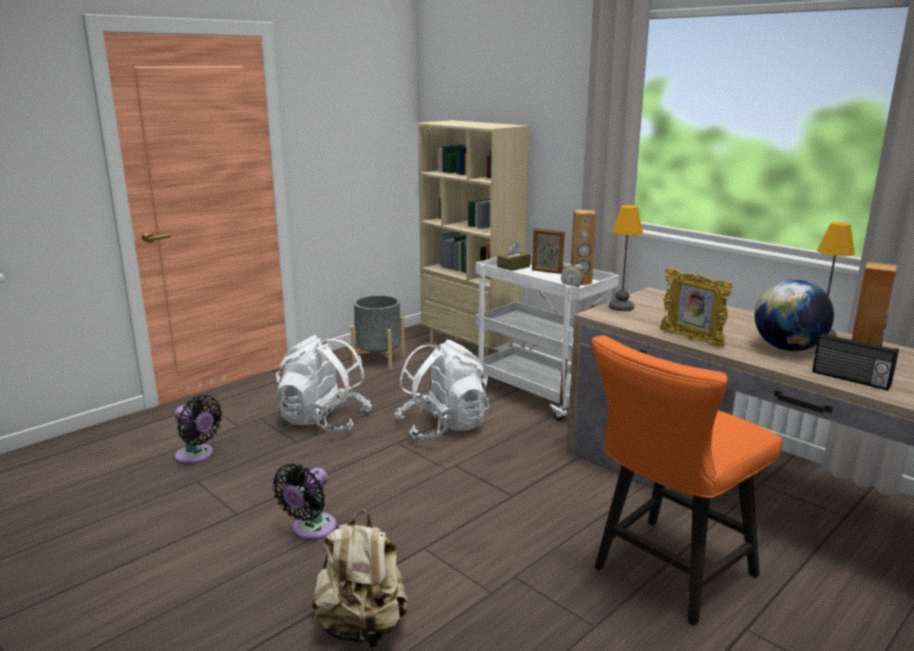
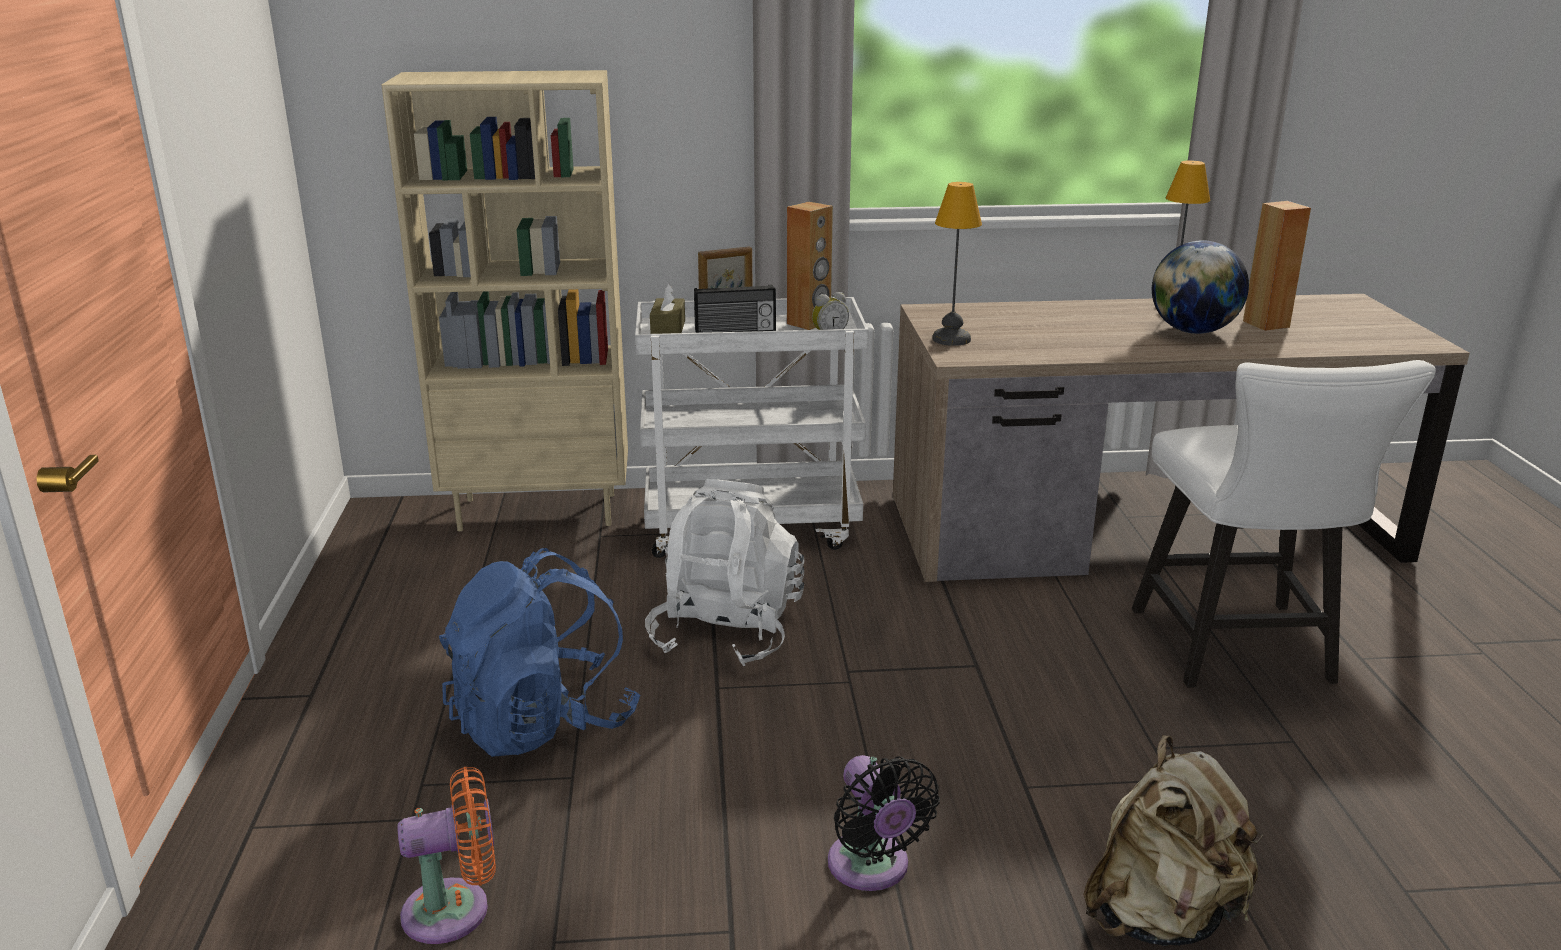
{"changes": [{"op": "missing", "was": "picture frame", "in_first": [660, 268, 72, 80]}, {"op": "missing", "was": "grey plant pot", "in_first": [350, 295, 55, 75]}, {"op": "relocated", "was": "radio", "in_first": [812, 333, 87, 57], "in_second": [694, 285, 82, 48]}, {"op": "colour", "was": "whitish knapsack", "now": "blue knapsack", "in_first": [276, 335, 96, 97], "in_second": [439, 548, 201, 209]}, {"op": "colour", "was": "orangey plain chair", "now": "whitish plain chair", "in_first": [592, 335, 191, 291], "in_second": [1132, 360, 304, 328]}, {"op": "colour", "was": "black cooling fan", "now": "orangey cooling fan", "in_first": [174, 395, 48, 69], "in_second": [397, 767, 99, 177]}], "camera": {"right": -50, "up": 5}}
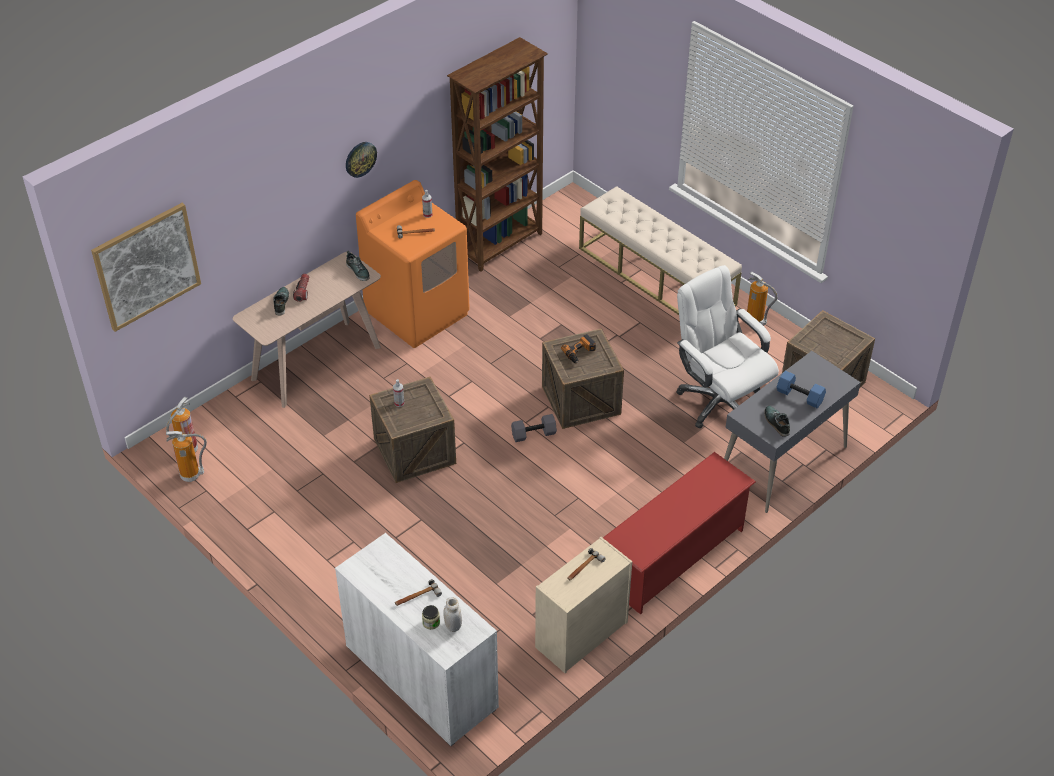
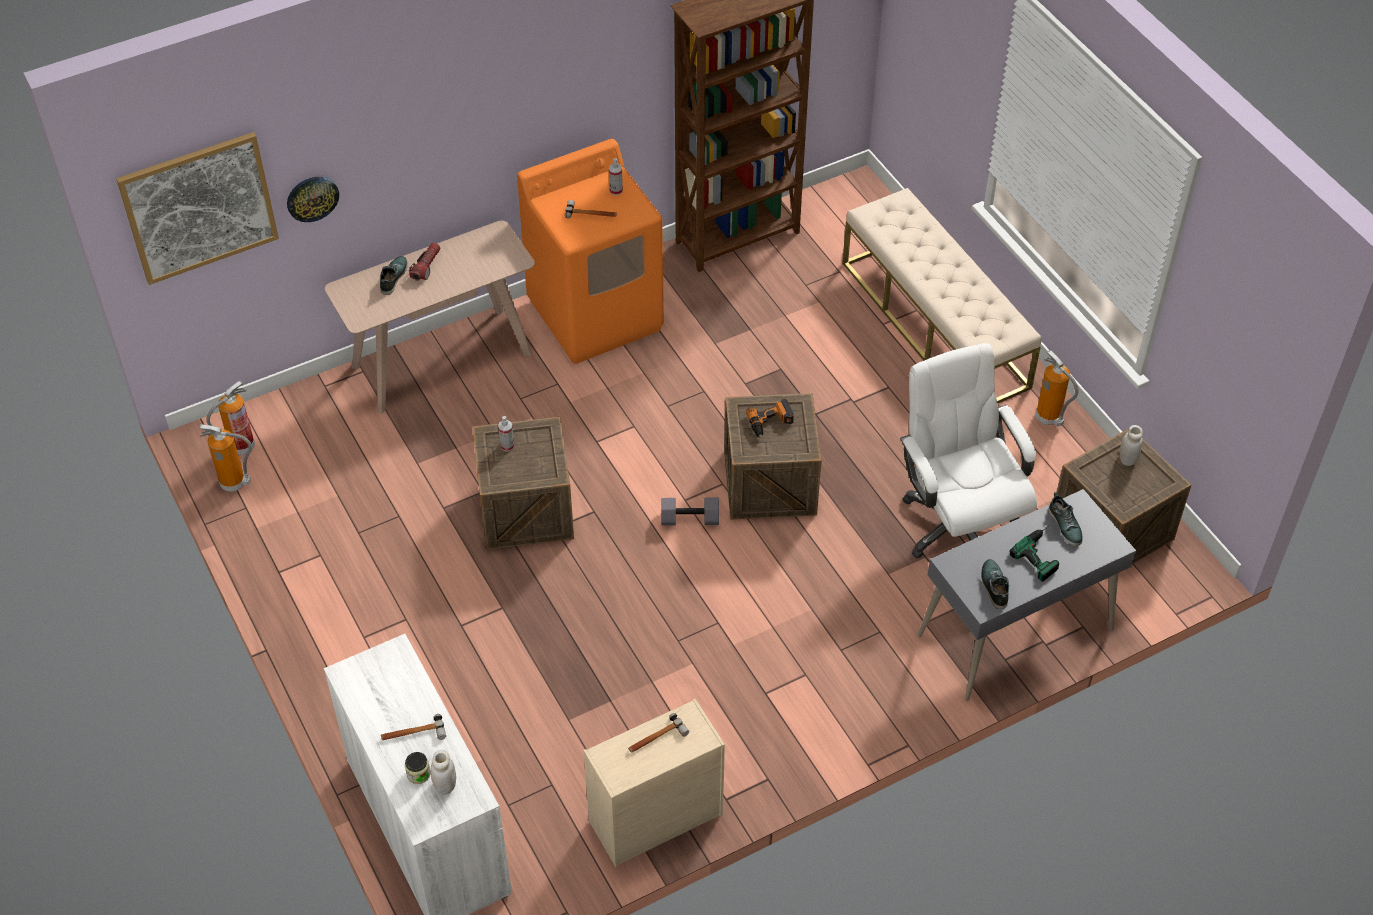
{"changes": [{"op": "relocated", "was": "clock on the wall", "in_first": [346, 142, 31, 36], "in_second": [287, 177, 52, 45]}, {"op": "relocated", "was": "item of footwear", "in_first": [346, 251, 24, 30], "in_second": [1048, 492, 35, 54]}, {"op": "exchanged", "was": "blue hand weight", "now": "drill", "in_first": [777, 371, 49, 37], "in_second": [1010, 526, 49, 56]}, {"op": "missing", "was": "red shoe shelf", "in_first": [603, 452, 153, 163]}, {"op": "appeared", "now": "whitish jar", "in_second": [1120, 425, 23, 41]}], "camera": {"right": 15, "up": 5}}
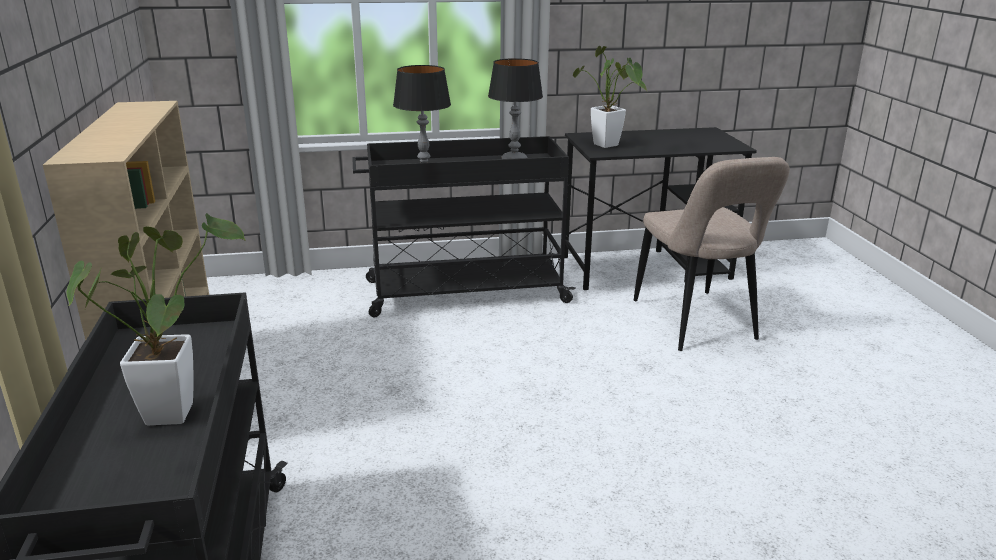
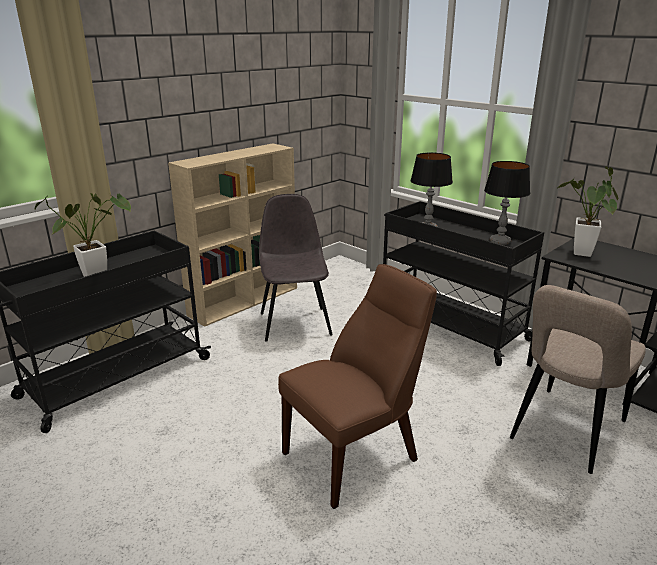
{"changes": [{"op": "appeared", "now": "grey plain chair", "in_second": [259, 194, 74, 148]}, {"op": "appeared", "now": "brown plain chair", "in_second": [278, 264, 159, 245]}], "camera": {"right": 55, "up": 0}}
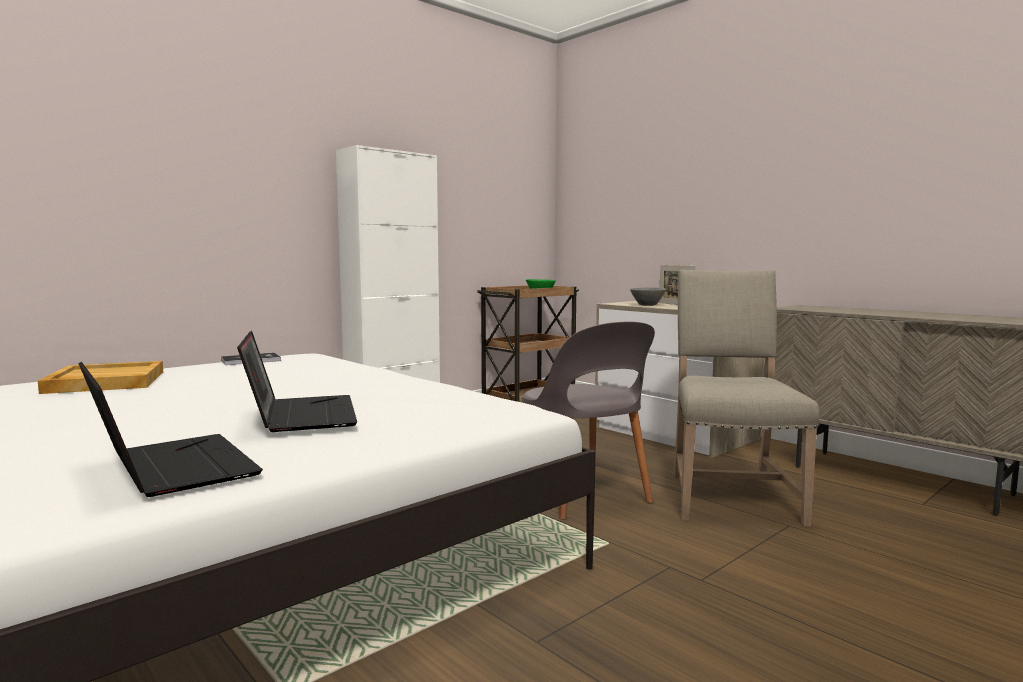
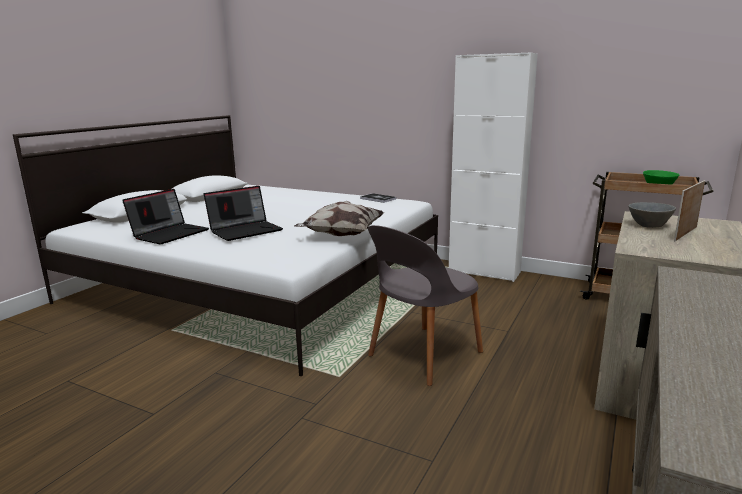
{"changes": [{"op": "missing", "was": "beige-coloured plain chair", "in_first": [674, 270, 146, 257]}, {"op": "missing", "was": "beige-coloured tray", "in_first": [38, 361, 125, 33]}, {"op": "appeared", "now": "pillow", "in_second": [294, 201, 90, 35]}], "camera": {"right": 70, "up": 10}}
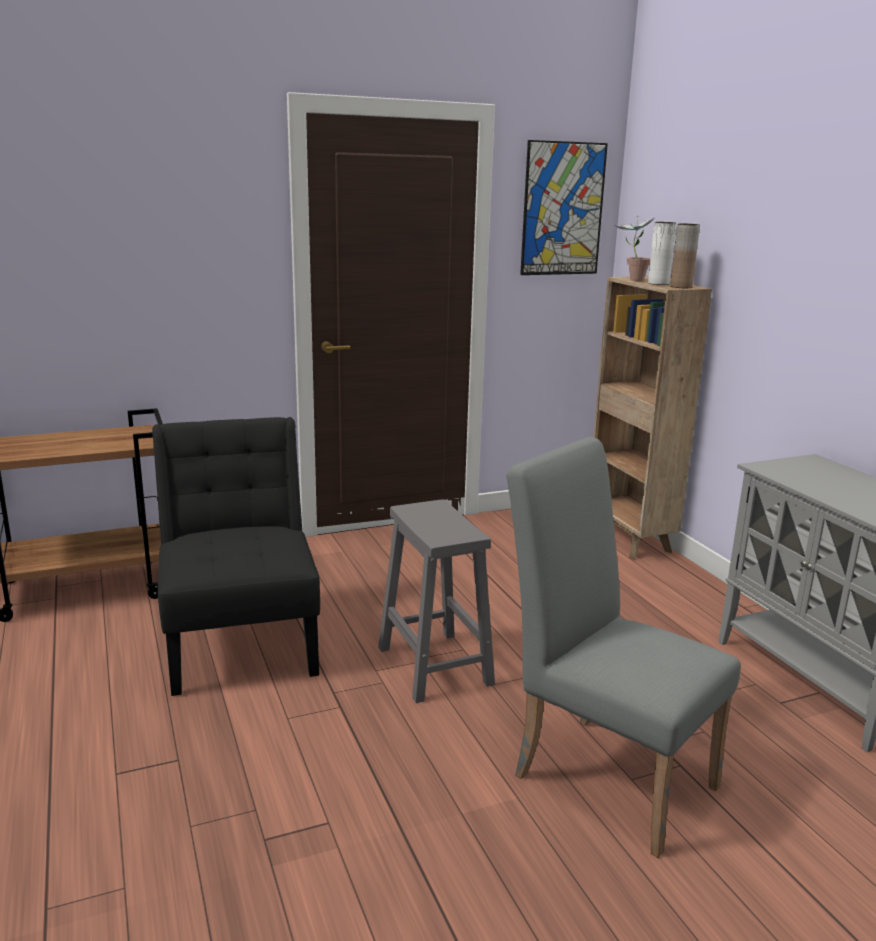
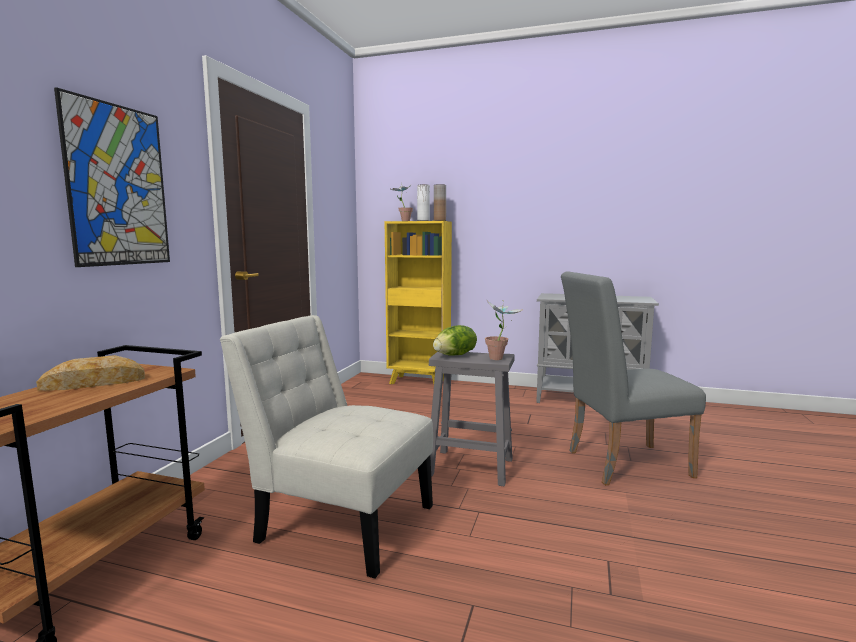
{"changes": [{"op": "relocated", "was": "wall art", "in_first": [520, 140, 88, 135], "in_second": [54, 87, 116, 180]}, {"op": "colour", "was": "brown bookshelf", "now": "yellow bookshelf", "in_first": [593, 276, 119, 284], "in_second": [385, 221, 67, 163]}, {"op": "colour", "was": "black plain chair", "now": "whitish plain chair", "in_first": [152, 417, 168, 279], "in_second": [220, 315, 213, 264]}, {"op": "appeared", "now": "plant in a pot", "in_second": [485, 300, 38, 60]}, {"op": "appeared", "now": "head of lettuce", "in_second": [433, 325, 44, 31]}, {"op": "appeared", "now": "baked bread", "in_second": [36, 355, 109, 36]}], "camera": {"right": -50, "up": -10}}
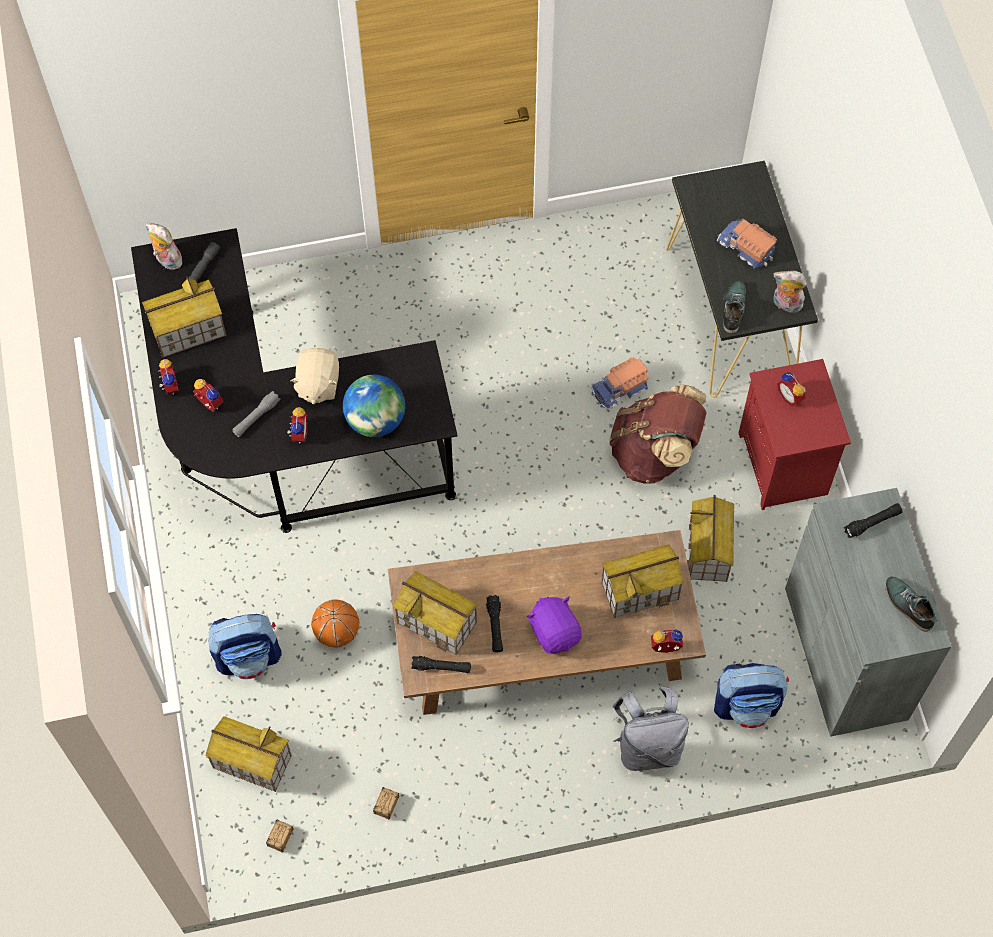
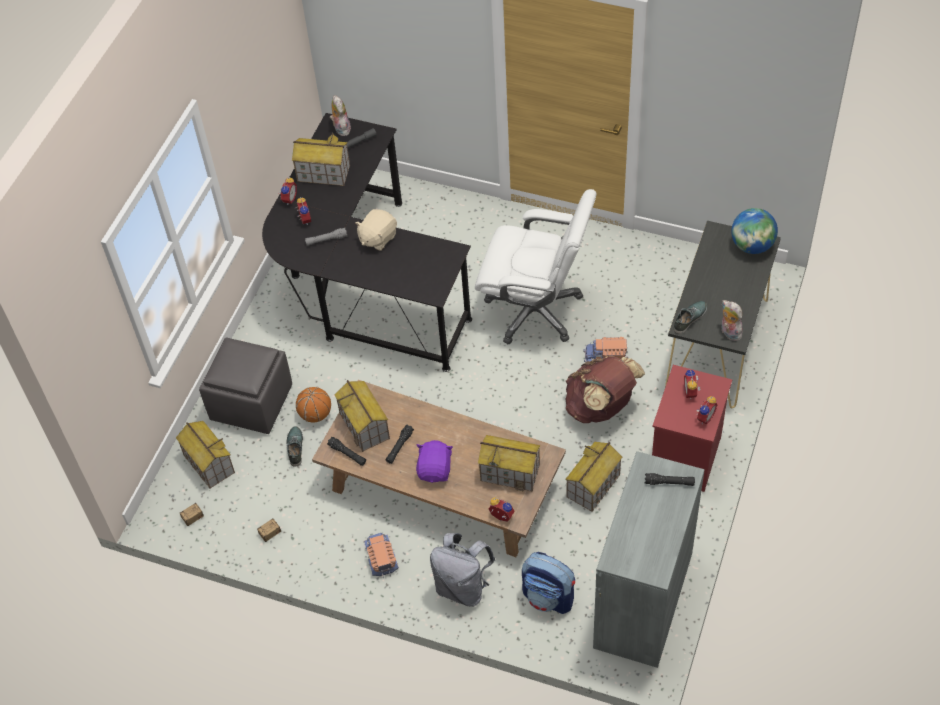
{"changes": [{"op": "relocated", "was": "toy truck", "in_first": [717, 219, 60, 50], "in_second": [363, 533, 36, 45]}, {"op": "relocated", "was": "world globe", "in_first": [343, 375, 62, 62], "in_second": [731, 208, 47, 46]}, {"op": "relocated", "was": "table clock", "in_first": [287, 407, 21, 37], "in_second": [696, 396, 21, 29]}, {"op": "relocated", "was": "item of footwear", "in_first": [885, 576, 53, 56], "in_second": [287, 426, 16, 40]}, {"op": "exchanged", "was": "knapsack", "now": "grey footrest", "in_first": [208, 614, 74, 65], "in_second": [199, 337, 93, 97]}, {"op": "appeared", "now": "whitish desk chair", "in_second": [475, 189, 122, 155]}], "camera": {"right": 35, "up": -10}}
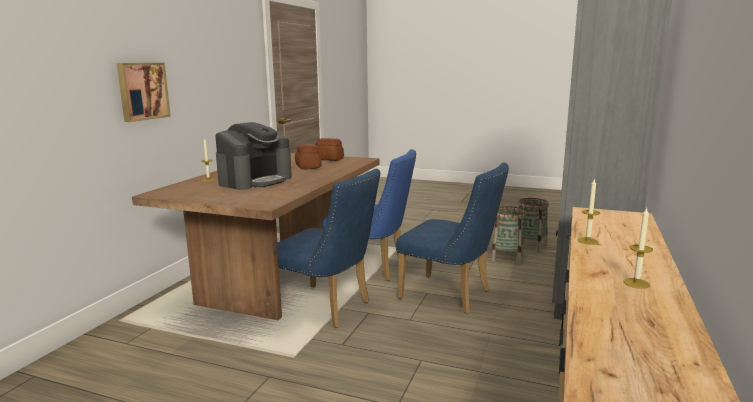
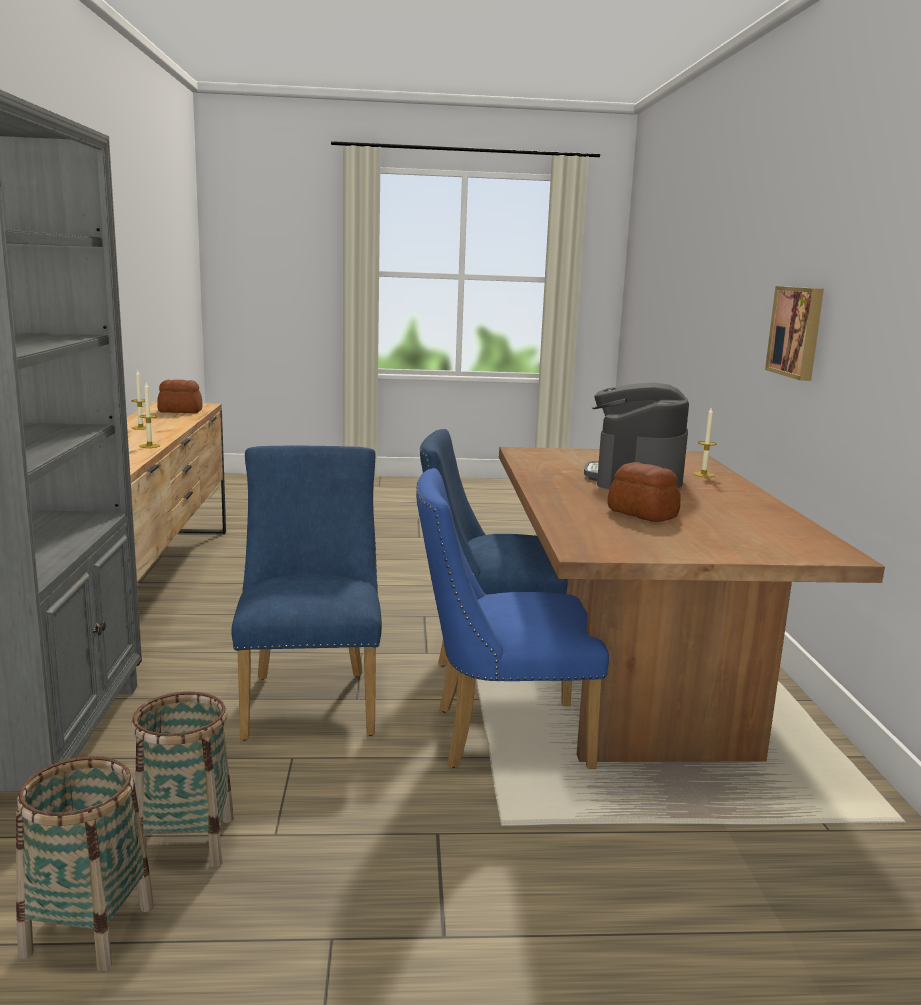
{"changes": [{"op": "relocated", "was": "baked bread", "in_first": [315, 138, 29, 23], "in_second": [157, 380, 45, 33]}, {"op": "spun", "was": "blue plain chair", "in_first": [396, 163, 113, 151], "in_second": [231, 446, 151, 295], "clockwise": 75}], "camera": {"right": 155, "up": 0}}
